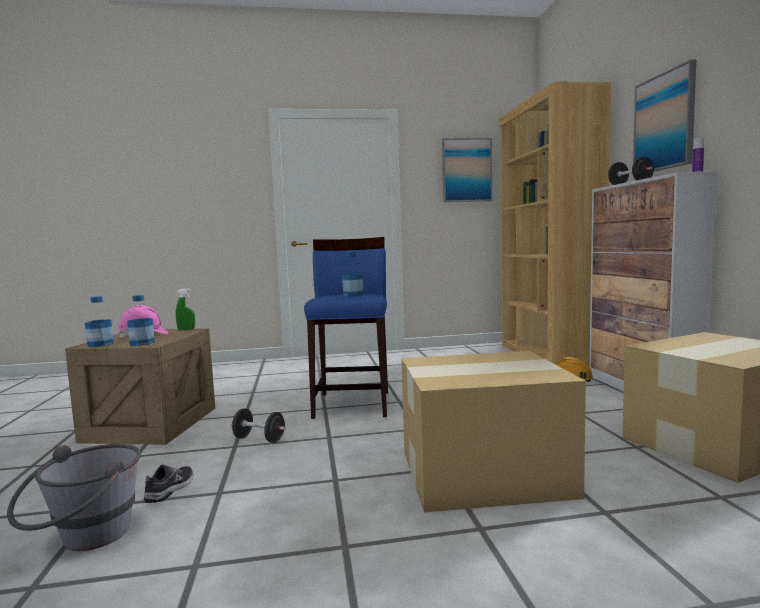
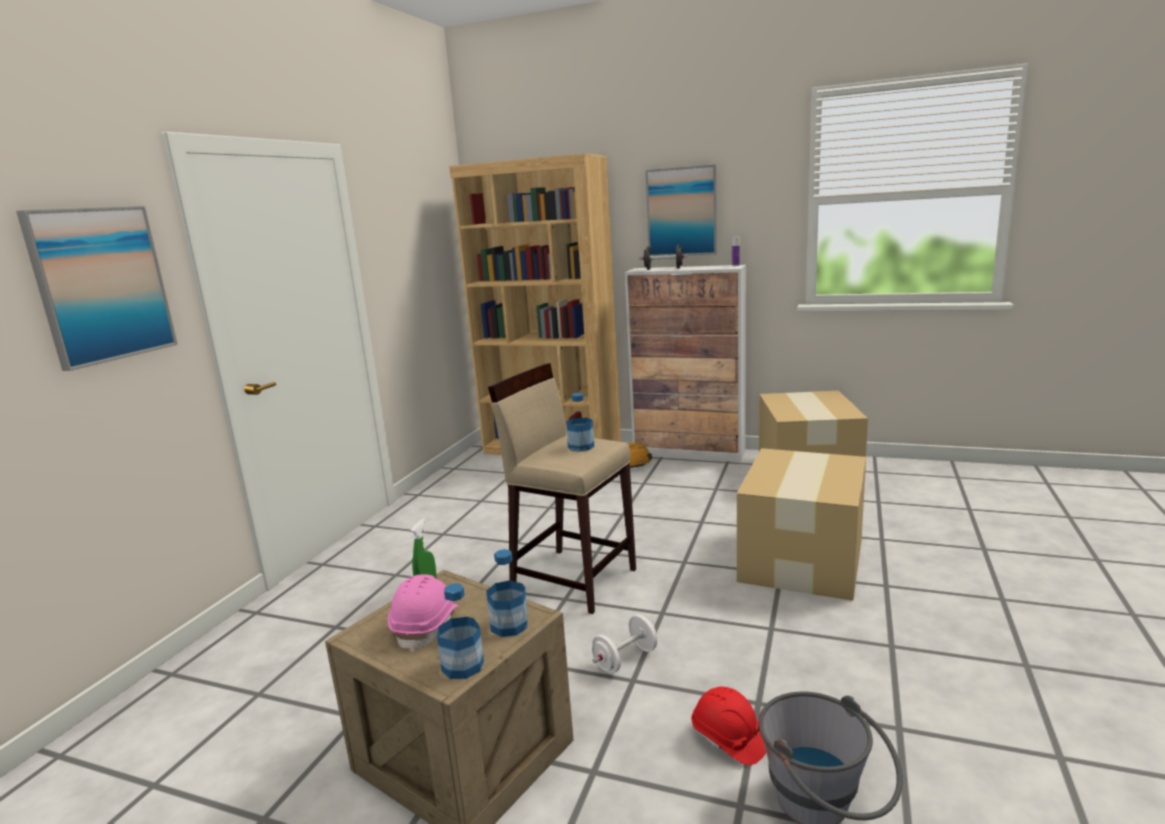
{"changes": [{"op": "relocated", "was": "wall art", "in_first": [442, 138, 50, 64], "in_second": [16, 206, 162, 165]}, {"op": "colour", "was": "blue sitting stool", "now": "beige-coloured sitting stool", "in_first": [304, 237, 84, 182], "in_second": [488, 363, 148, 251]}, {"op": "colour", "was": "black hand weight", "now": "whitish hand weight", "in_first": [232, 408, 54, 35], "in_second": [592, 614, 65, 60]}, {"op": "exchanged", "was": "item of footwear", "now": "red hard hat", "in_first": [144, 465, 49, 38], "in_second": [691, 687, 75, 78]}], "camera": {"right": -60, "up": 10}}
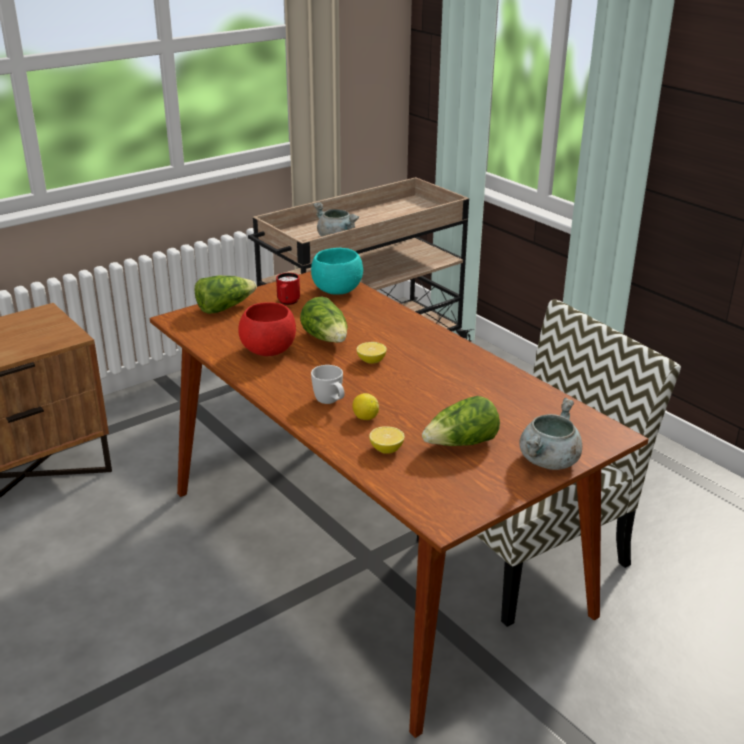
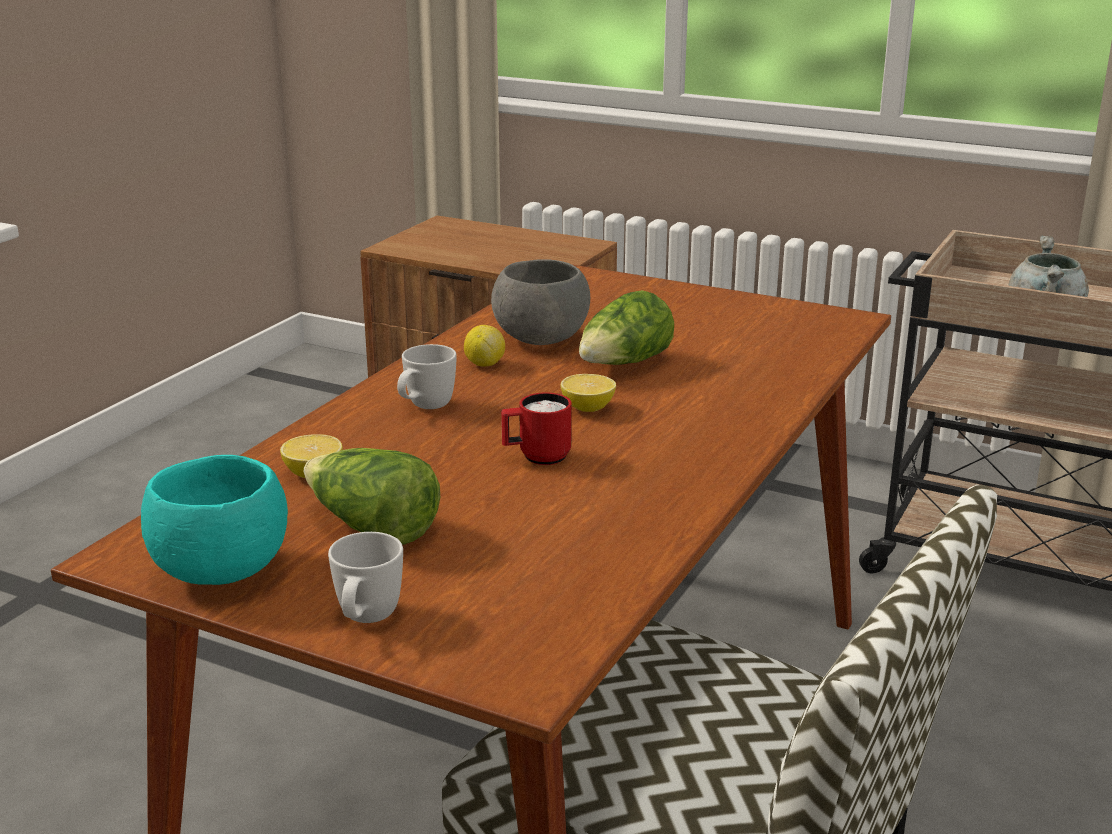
{"changes": [{"op": "relocated", "was": "blue-green bowl", "in_first": [311, 248, 52, 47], "in_second": [141, 455, 147, 130]}, {"op": "relocated", "was": "red tea mug", "in_first": [276, 273, 24, 32], "in_second": [501, 392, 71, 73]}, {"op": "missing", "was": "head of lettuce", "in_first": [194, 276, 63, 38]}, {"op": "colour", "was": "red bowl", "now": "grey bowl", "in_first": [238, 302, 58, 54], "in_second": [491, 259, 99, 86]}, {"op": "relocated", "was": "whole lemon", "in_first": [352, 393, 27, 27], "in_second": [464, 325, 41, 41]}, {"op": "exchanged", "was": "grey cooking pot", "now": "whitish tea mug", "in_first": [519, 398, 63, 72], "in_second": [328, 532, 75, 91]}], "camera": {"right": 65, "up": -5}}
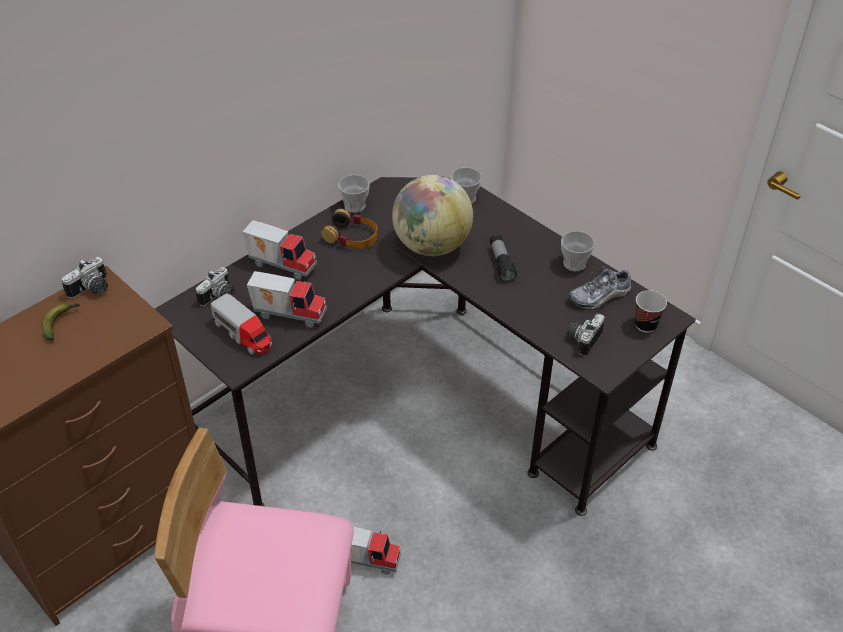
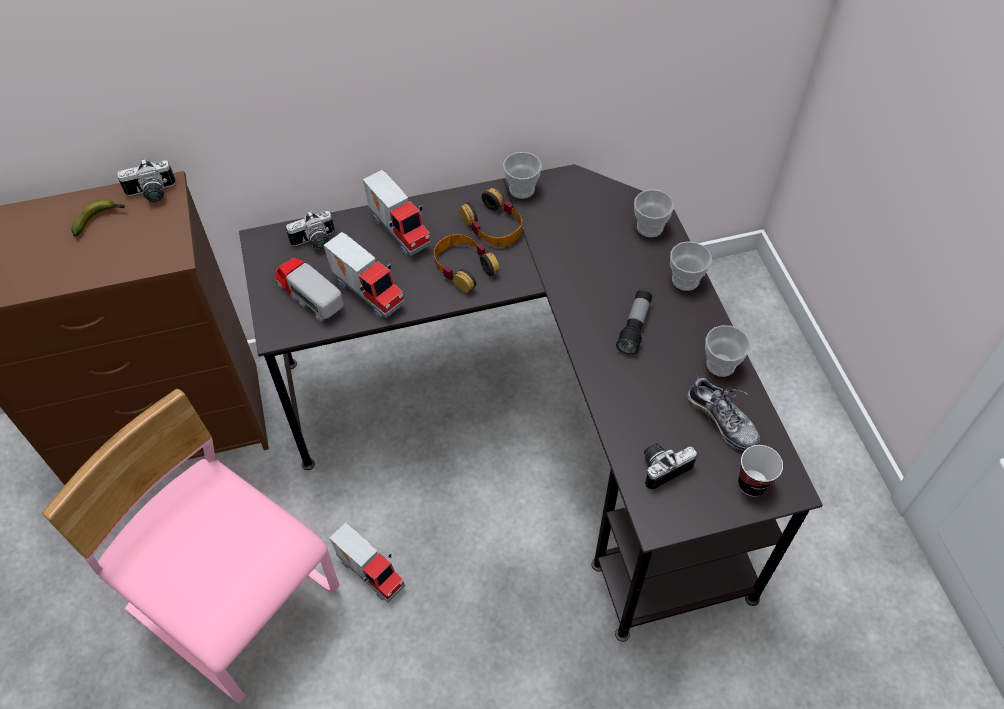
{"changes": [{"op": "missing", "was": "world globe", "in_first": [392, 175, 81, 81]}, {"op": "spun", "was": "item of footwear", "in_first": [568, 266, 63, 43], "in_second": [687, 376, 73, 75], "clockwise": -135}, {"op": "spun", "was": "toy truck", "in_first": [211, 294, 61, 61], "in_second": [275, 258, 69, 64], "clockwise": 150}, {"op": "appeared", "now": "headset", "in_second": [434, 234, 66, 59]}, {"op": "appeared", "now": "cup", "in_second": [670, 241, 42, 50]}], "camera": {"right": 30, "up": 10}}
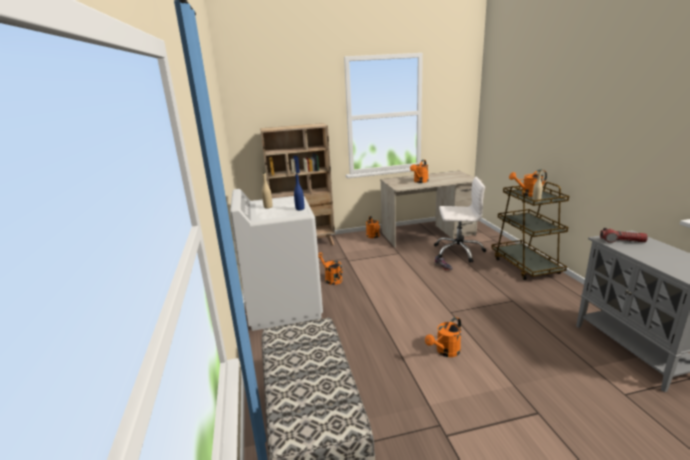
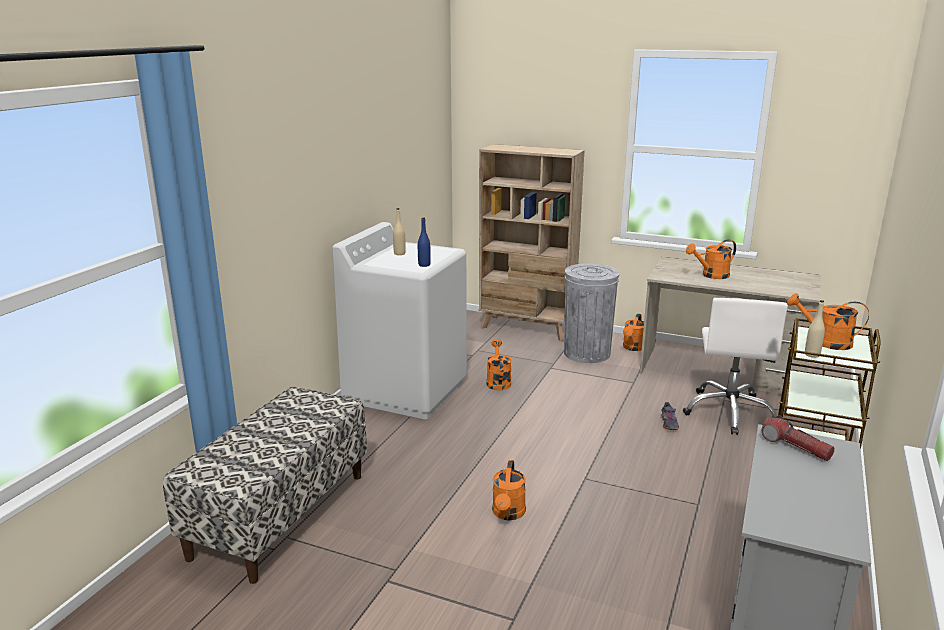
{"changes": [{"op": "spun", "was": "whitish desk chair", "in_first": [434, 177, 52, 86], "in_second": [683, 298, 105, 137], "clockwise": 60}, {"op": "spun", "was": "orangey sprinkling can", "in_first": [425, 317, 36, 40], "in_second": [492, 460, 34, 60], "clockwise": -75}, {"op": "appeared", "now": "grey waste bin", "in_second": [564, 263, 55, 100]}], "camera": {"right": 35, "up": 0}}
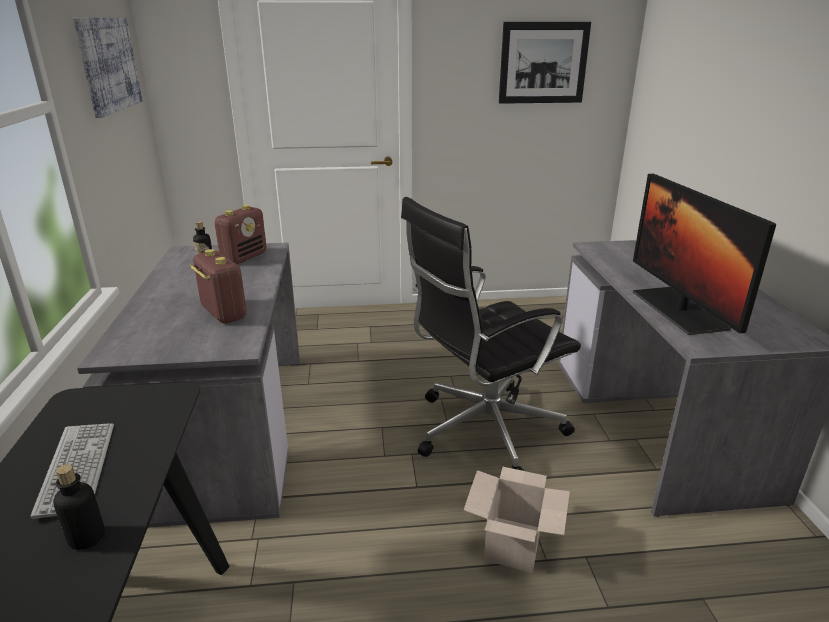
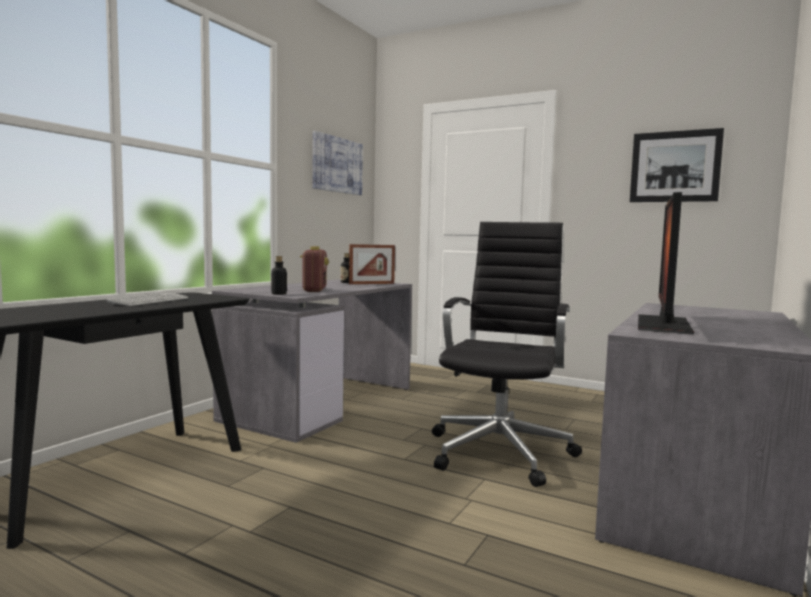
{"changes": [{"op": "spun", "was": "black desk chair", "in_first": [401, 197, 180, 274], "in_second": [432, 222, 150, 265], "clockwise": 105}, {"op": "exchanged", "was": "radio", "now": "picture frame", "in_first": [214, 205, 53, 59], "in_second": [349, 244, 46, 40]}, {"op": "relocated", "was": "bottle", "in_first": [53, 464, 52, 86], "in_second": [271, 256, 16, 39]}, {"op": "missing", "was": "packing box", "in_first": [464, 467, 106, 106]}], "camera": {"right": 35, "up": -20}}
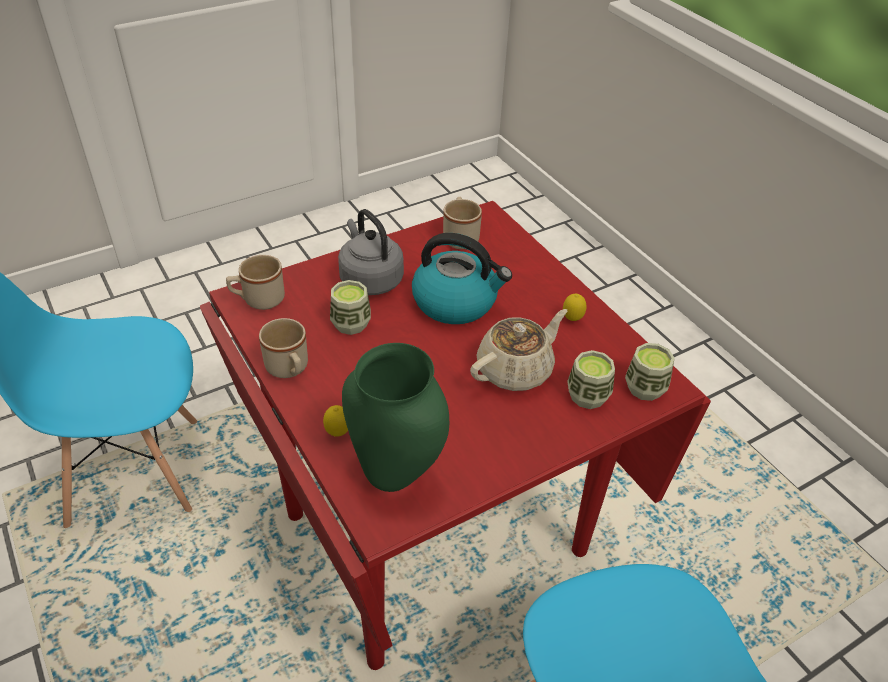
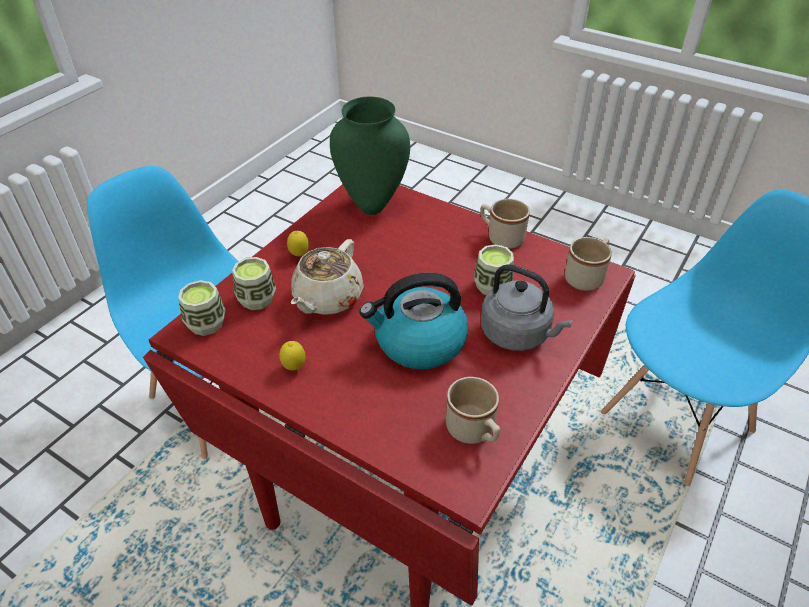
{"changes": [{"op": "relocated", "was": "whole lemon", "in_first": [323, 405, 25, 32], "in_second": [287, 231, 22, 25]}], "camera": {"right": 155, "up": 0}}
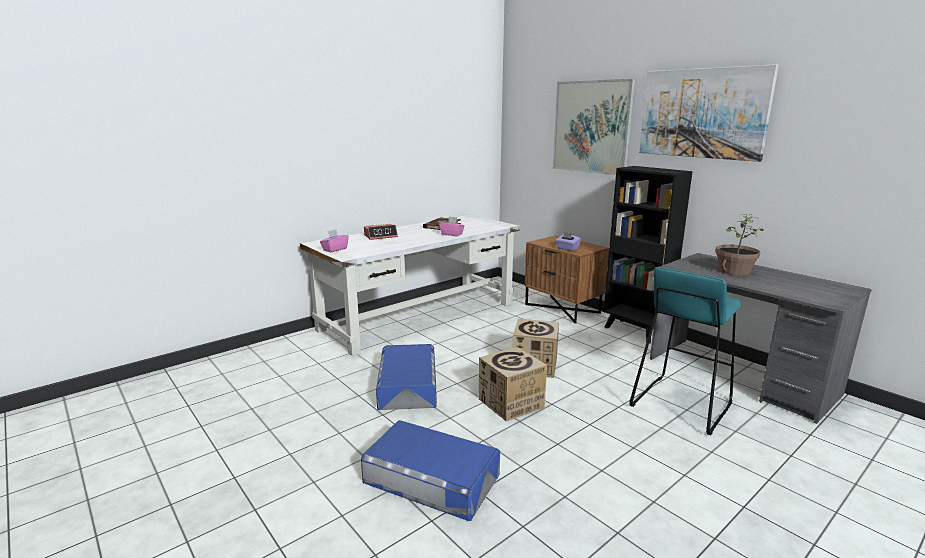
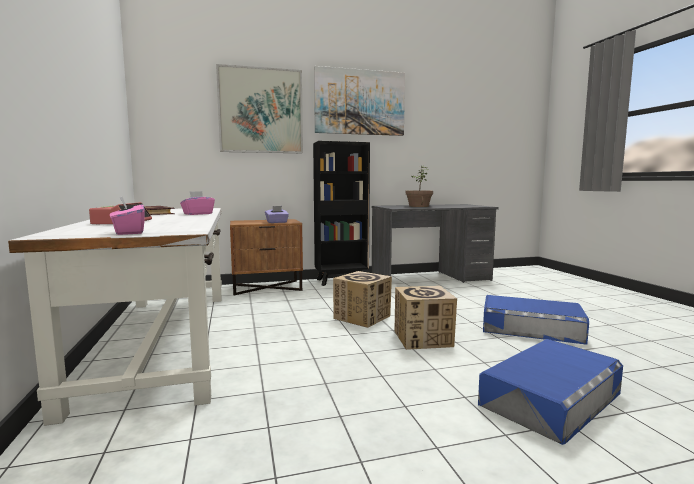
{"changes": [{"op": "missing", "was": "blue-green sitting stool", "in_first": [629, 267, 113, 169]}, {"op": "relocated", "was": "blue storage container", "in_first": [376, 344, 61, 66], "in_second": [483, 295, 106, 50]}], "camera": {"right": -65, "up": -10}}
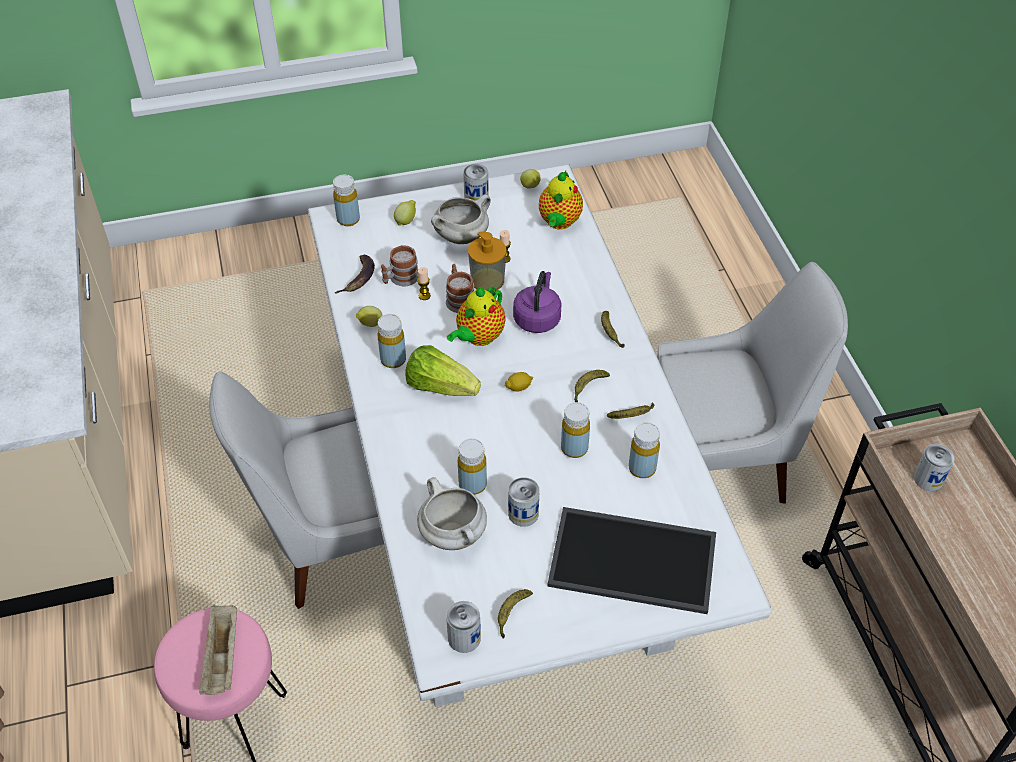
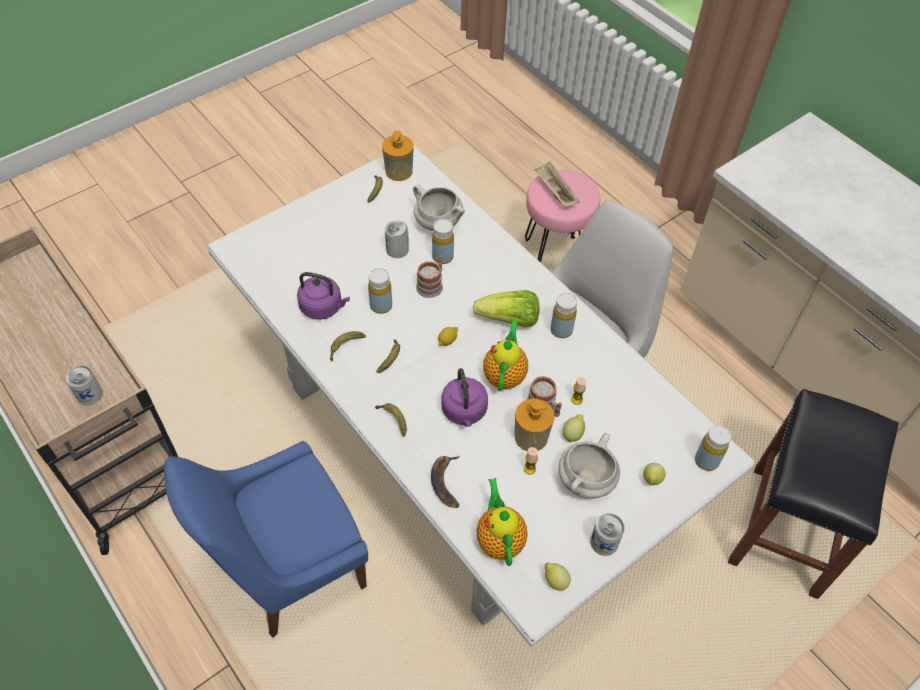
{"changes": [{"op": "relocated", "was": "tea mug", "in_first": [381, 245, 37, 41], "in_second": [416, 255, 27, 43]}, {"op": "relocated", "was": "banana", "in_first": [334, 255, 41, 39], "in_second": [431, 456, 29, 52]}, {"op": "colour", "was": "whitish plain chair", "now": "blue plain chair", "in_first": [657, 262, 191, 242], "in_second": [164, 441, 204, 197]}, {"op": "relocated", "was": "whole lemon", "in_first": [356, 306, 27, 21], "in_second": [563, 414, 22, 29]}, {"op": "exchanged", "was": "yellow bottle", "now": "purple water kettle", "in_first": [629, 422, 31, 56], "in_second": [297, 272, 53, 48]}, {"op": "missing", "was": "tray", "in_first": [547, 507, 169, 107]}, {"op": "exchanged", "was": "metal can", "now": "soap bottle", "in_first": [446, 601, 35, 52], "in_second": [382, 130, 32, 51]}, {"op": "appeared", "now": "black sitting stool", "in_second": [728, 389, 171, 210]}], "camera": {"right": 155, "up": 5}}
